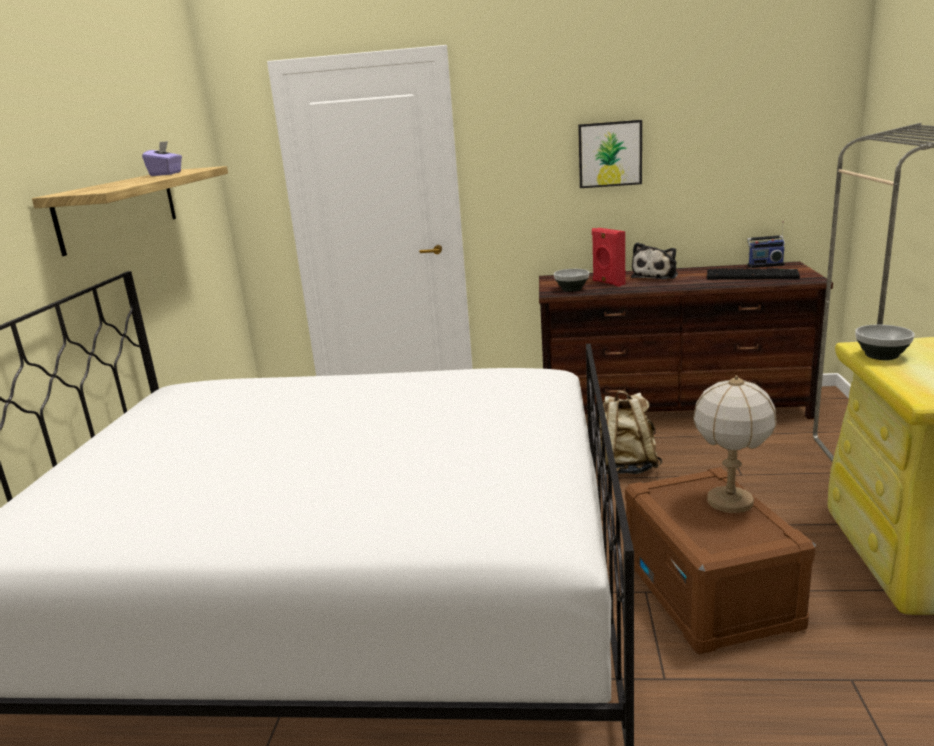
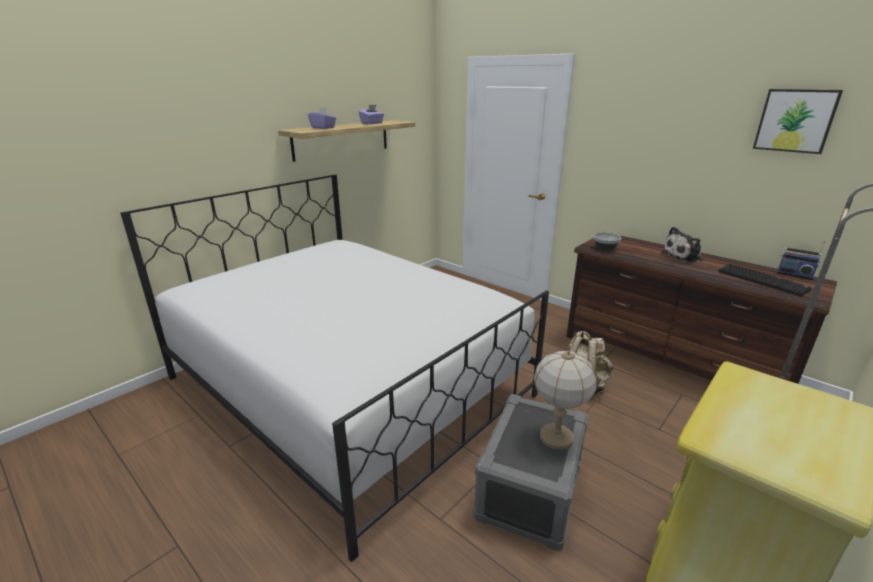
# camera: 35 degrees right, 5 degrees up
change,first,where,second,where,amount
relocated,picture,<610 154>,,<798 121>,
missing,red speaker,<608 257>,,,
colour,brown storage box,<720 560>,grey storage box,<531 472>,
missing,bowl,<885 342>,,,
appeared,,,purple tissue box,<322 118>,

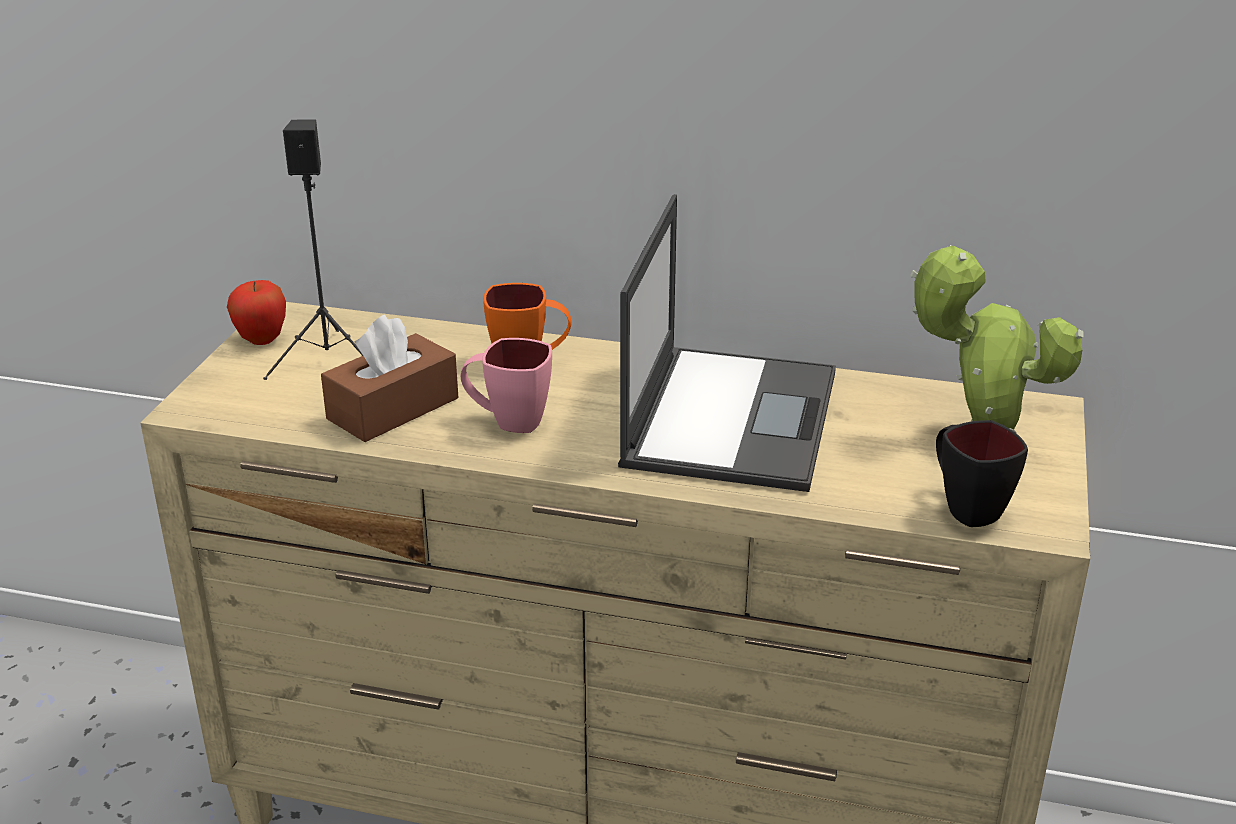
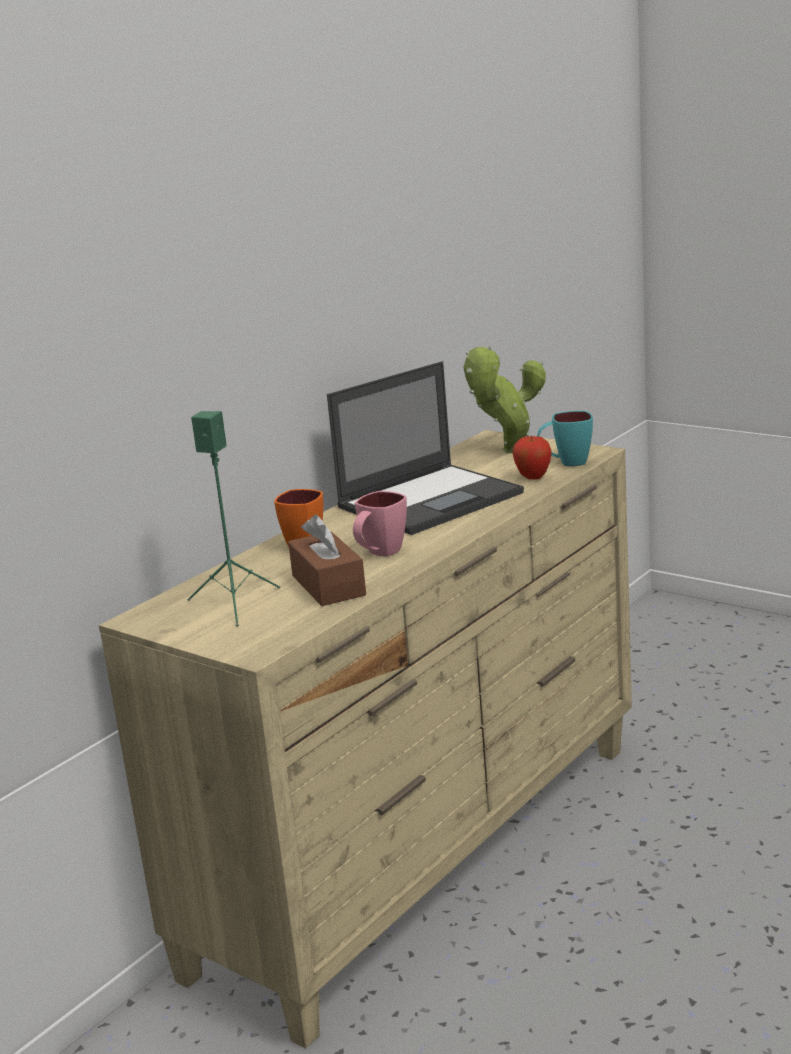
# camera: 65 degrees left, 10 degrees down
change,first,where,second,where,amount
relocated,apple,<256 312>,,<532 457>,
colour,black speaker,<313 249>,green speaker,<233 519>,
spun,laptop,<727 343>,,<425 448>,105 degrees clockwise
colour,black mug,<982 473>,turquoise mug,<565 438>,

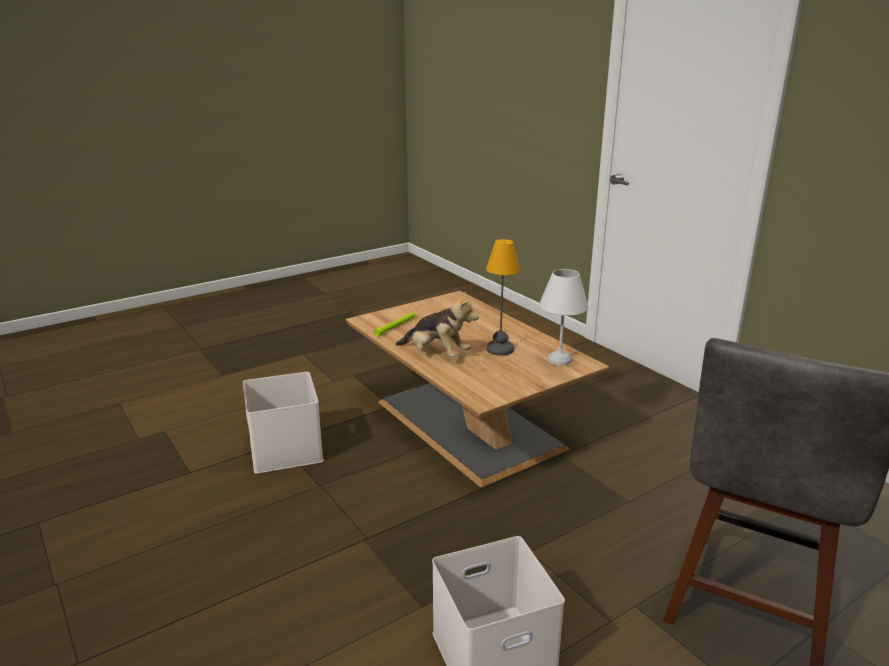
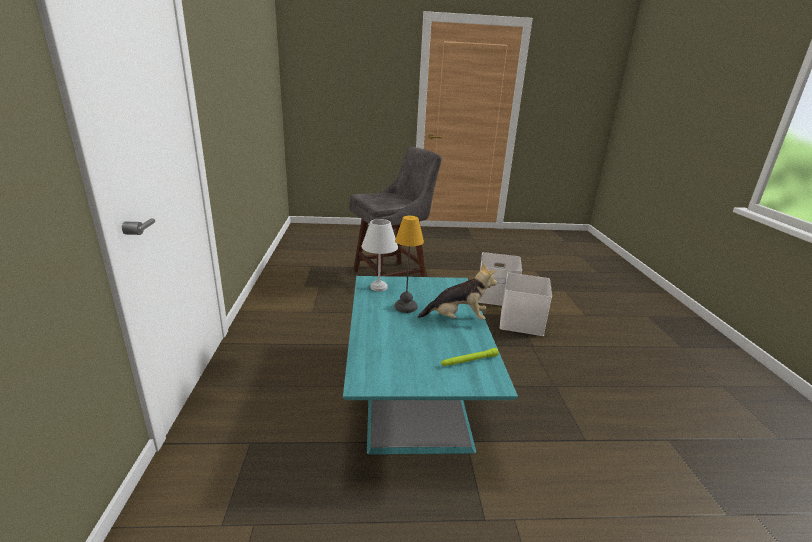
# camera: 150 degrees left, 0 degrees up
change,first,where,second,where,amount
relocated,white storage box,<283 423>,,<526 304>,
colour,brown coffee table,<477 389>,turquoise coffee table,<430 365>,
spun,plush toy,<437 324>,,<457 291>,120 degrees clockwise

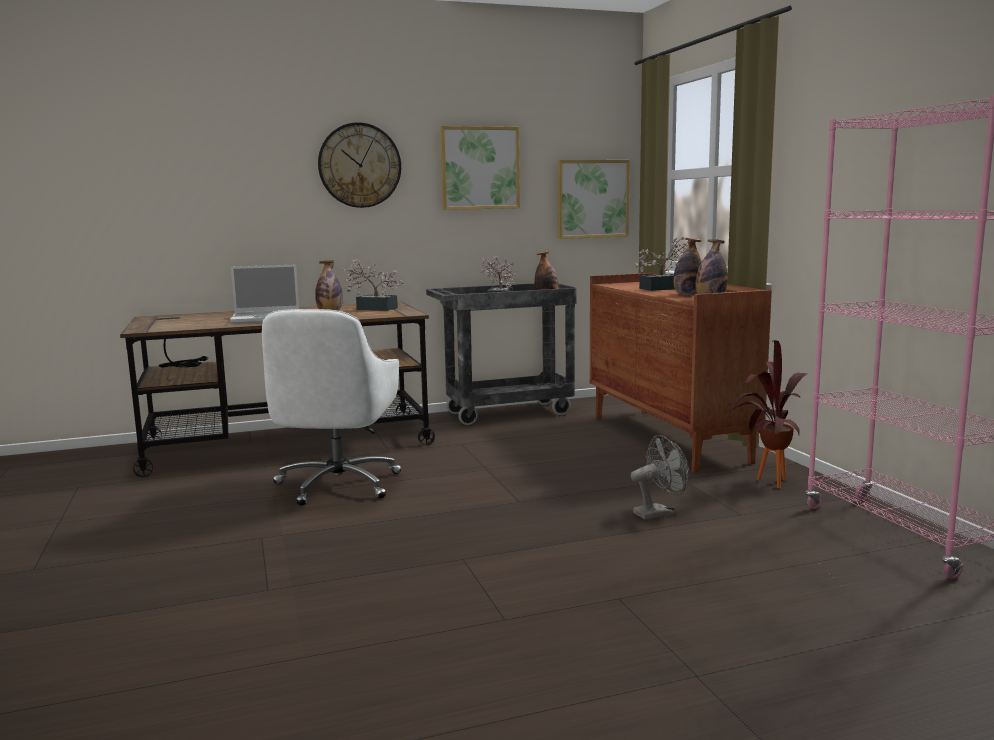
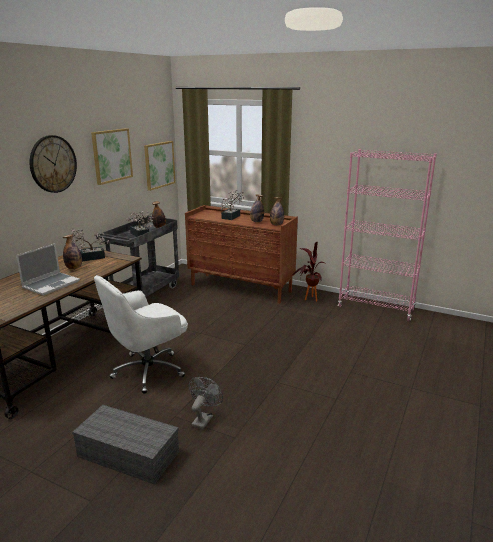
# camera: 45 degrees left, 10 degrees up
change,first,where,second,where,amount
spun,white office chair,<331 407>,,<141 334>,90 degrees clockwise
relocated,grey fan,<660 477>,,<206 403>,
appeared,,,grey storage box,<125 444>,

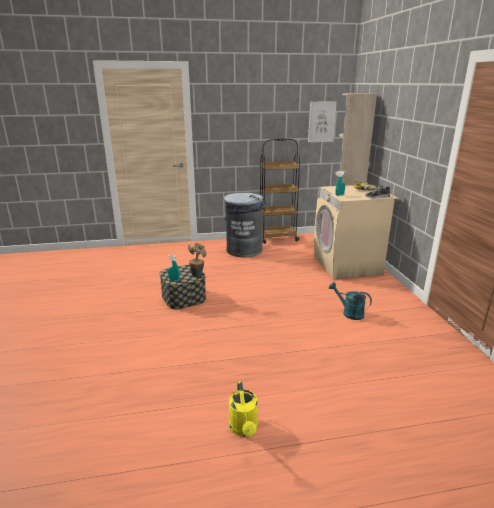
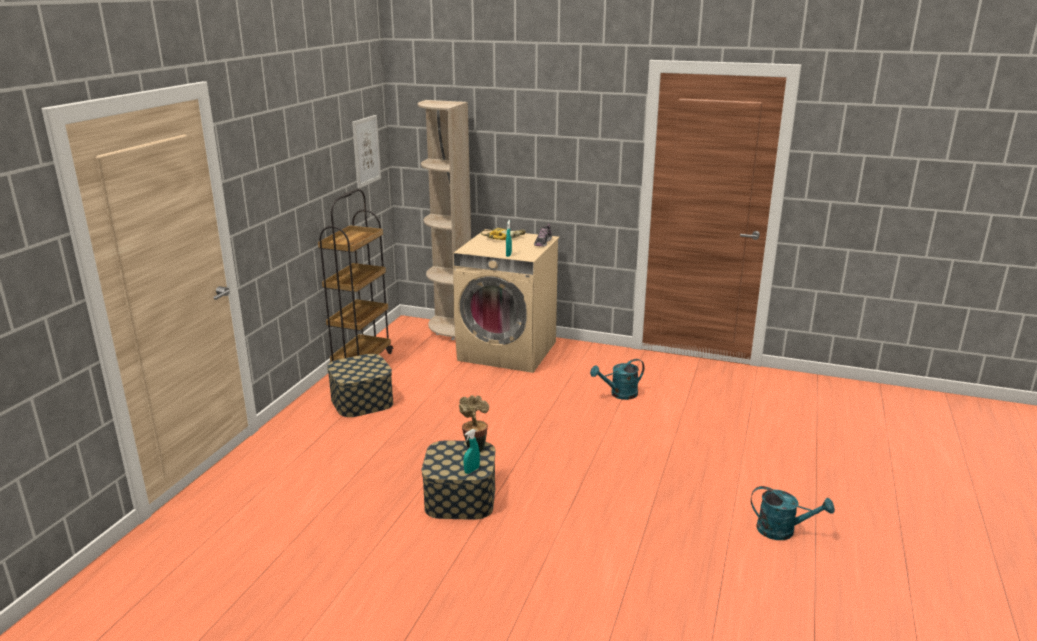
# camera: 60 degrees left, 0 degrees up
change,first,where,second,where,amount
exchanged,grey trash can,<245 225>,storage box,<360 385>,
colour,yellow watering can,<243 409>,turquoise watering can,<793 513>,

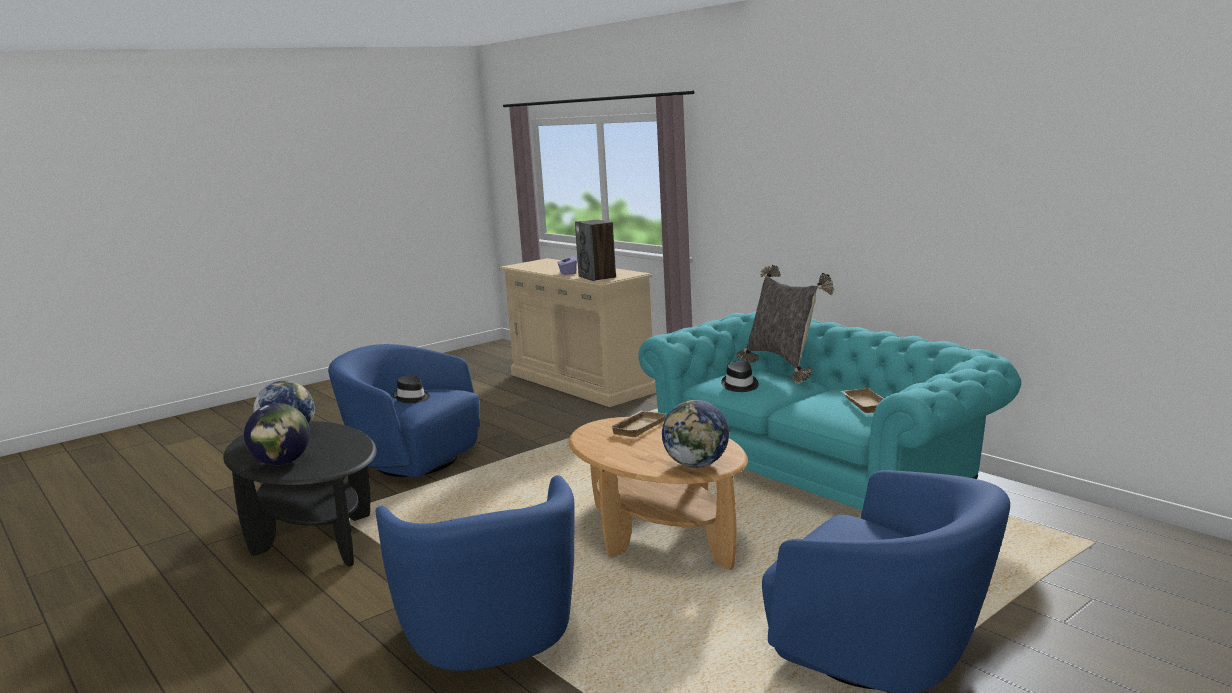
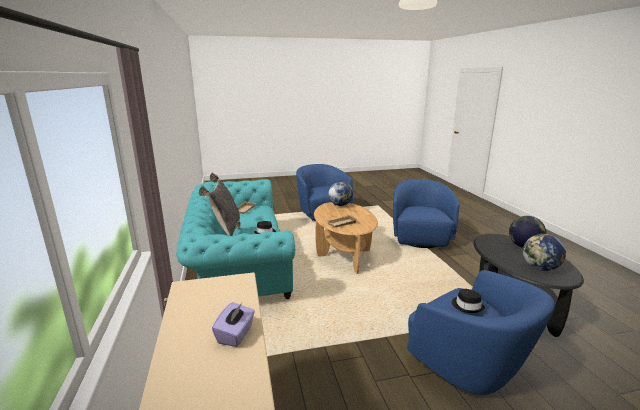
# camera: 155 degrees left, 5 degrees up
change,first,where,second,where,amount
missing,speaker,<595 250>,,,

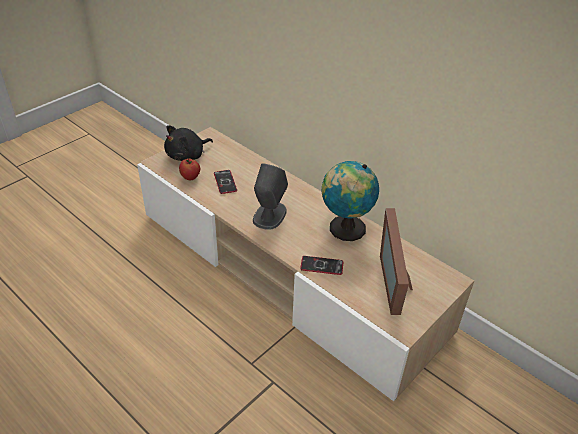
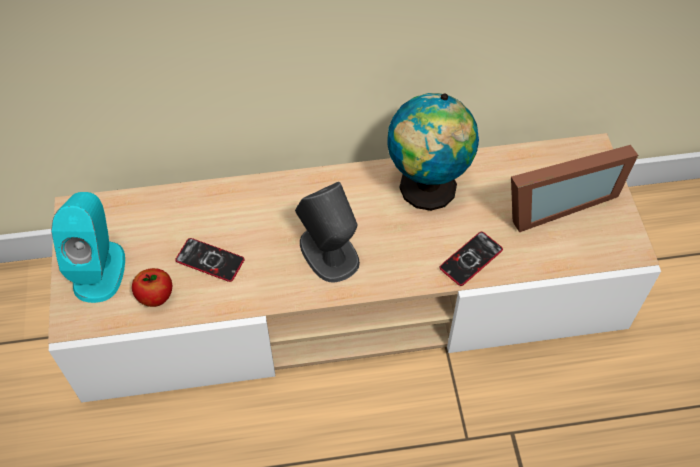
# camera: 50 degrees left, 15 degrees up
change,first,where,second,where,amount
exchanged,black plush toy,<188 143>,turquoise speaker,<88 247>,
spun,picture frame,<396 261>,,<574 188>,60 degrees counterclockwise

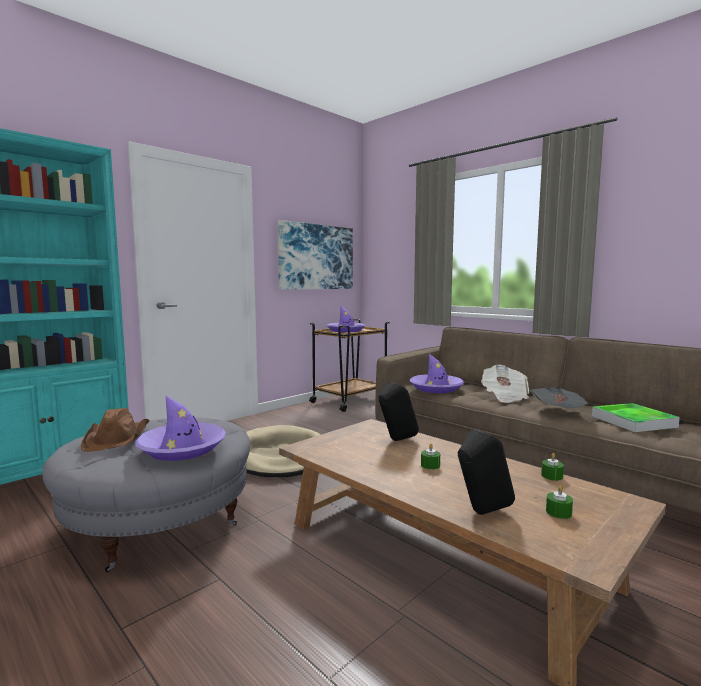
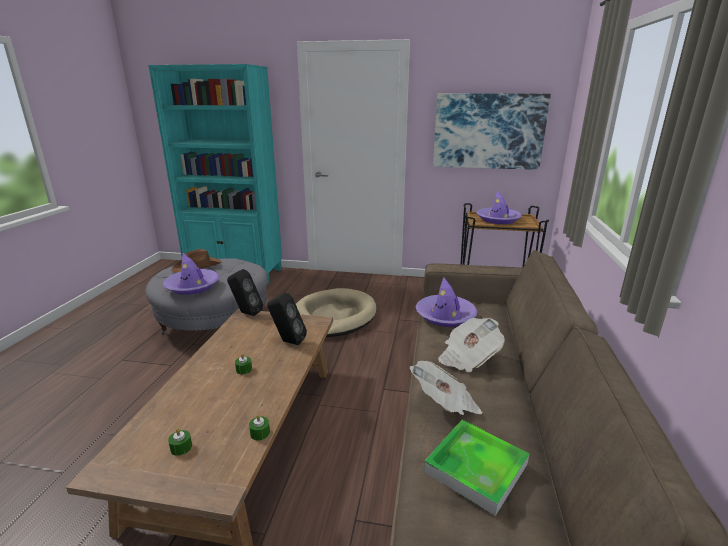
# camera: 55 degrees right, 15 degrees up
change,first,where,second,where,amount
relocated,black speaker,<486 471>,,<245 292>,

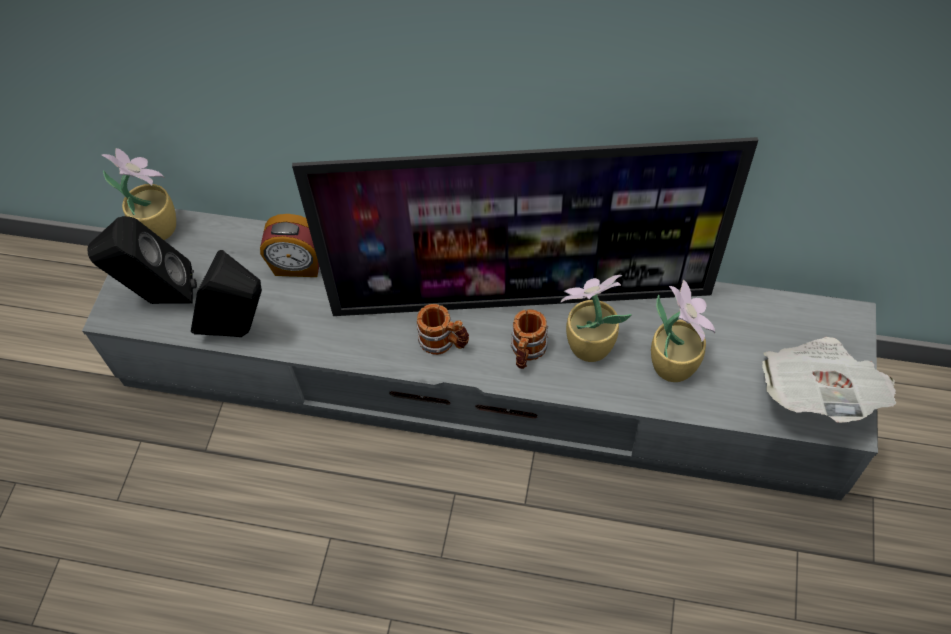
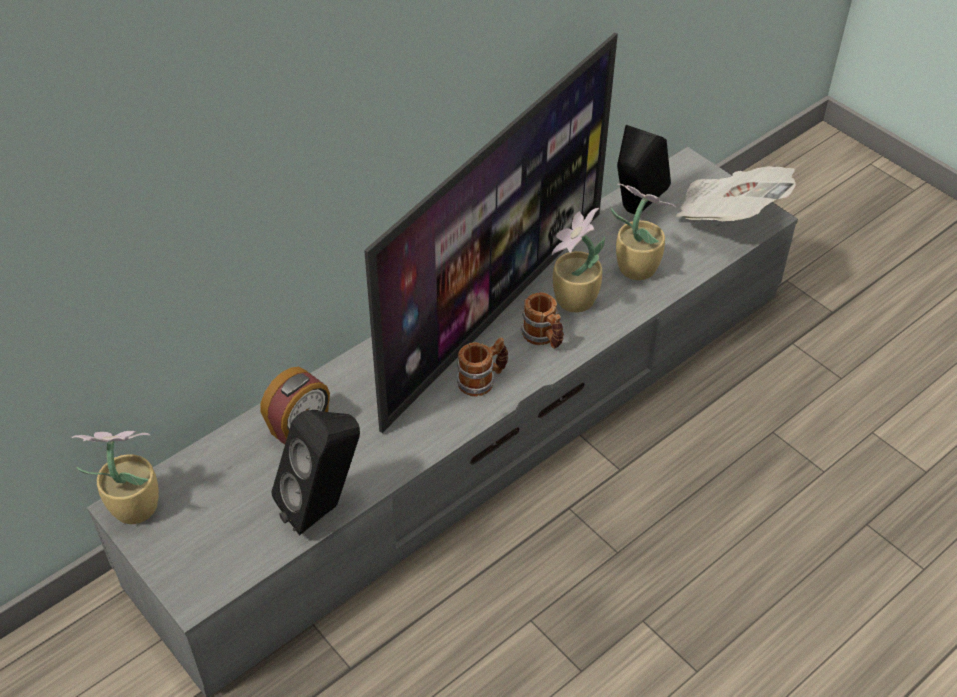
# camera: 55 degrees left, 10 degrees down
change,first,where,second,where,amount
relocated,black speaker,<142 260>,,<644 169>,

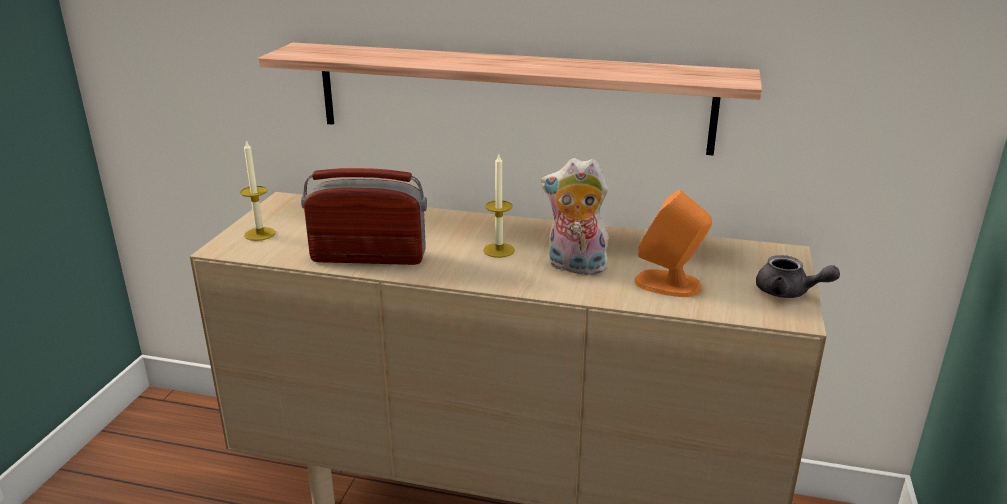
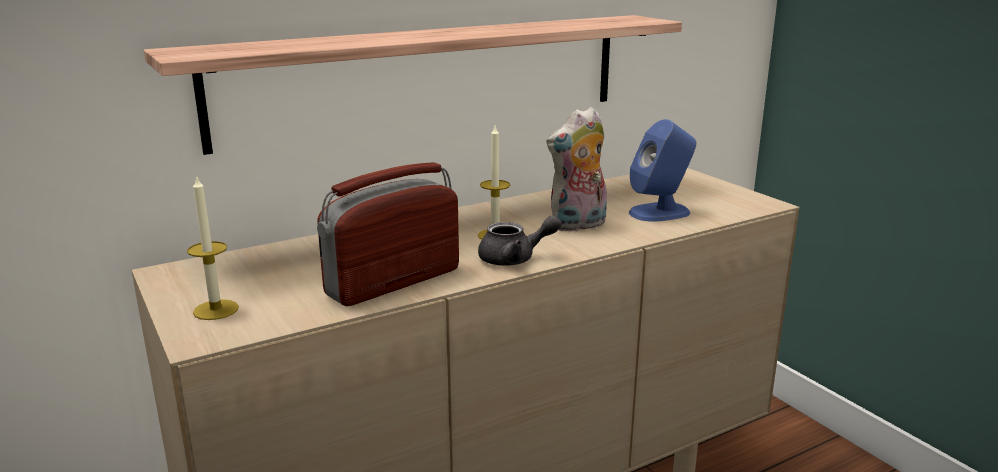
# camera: 45 degrees left, 5 degrees down
change,first,where,second,where,amount
colour,orange speaker,<673 243>,blue speaker,<662 170>,
relocated,grey teapot,<798 276>,,<520 240>,

